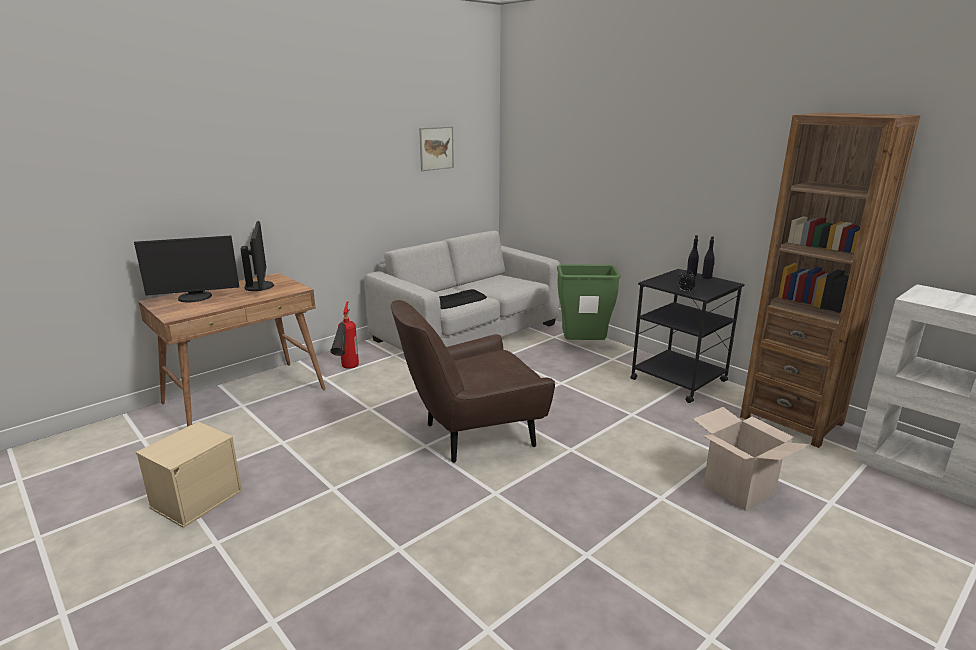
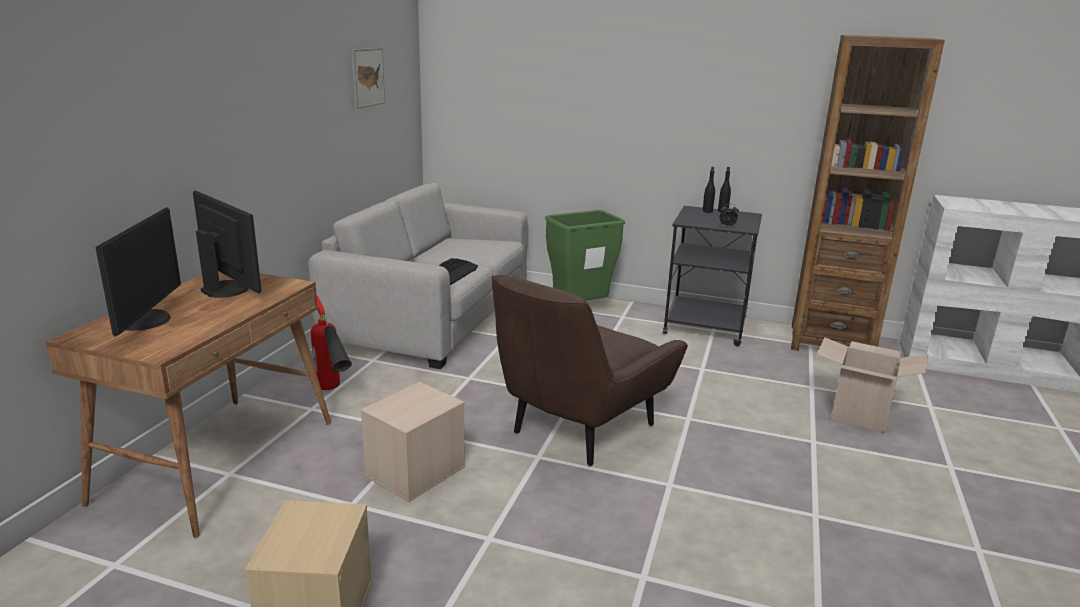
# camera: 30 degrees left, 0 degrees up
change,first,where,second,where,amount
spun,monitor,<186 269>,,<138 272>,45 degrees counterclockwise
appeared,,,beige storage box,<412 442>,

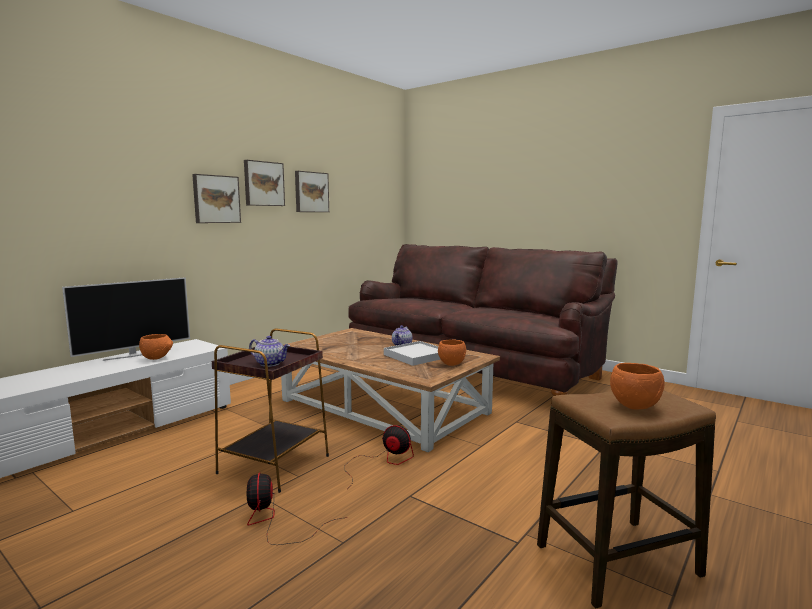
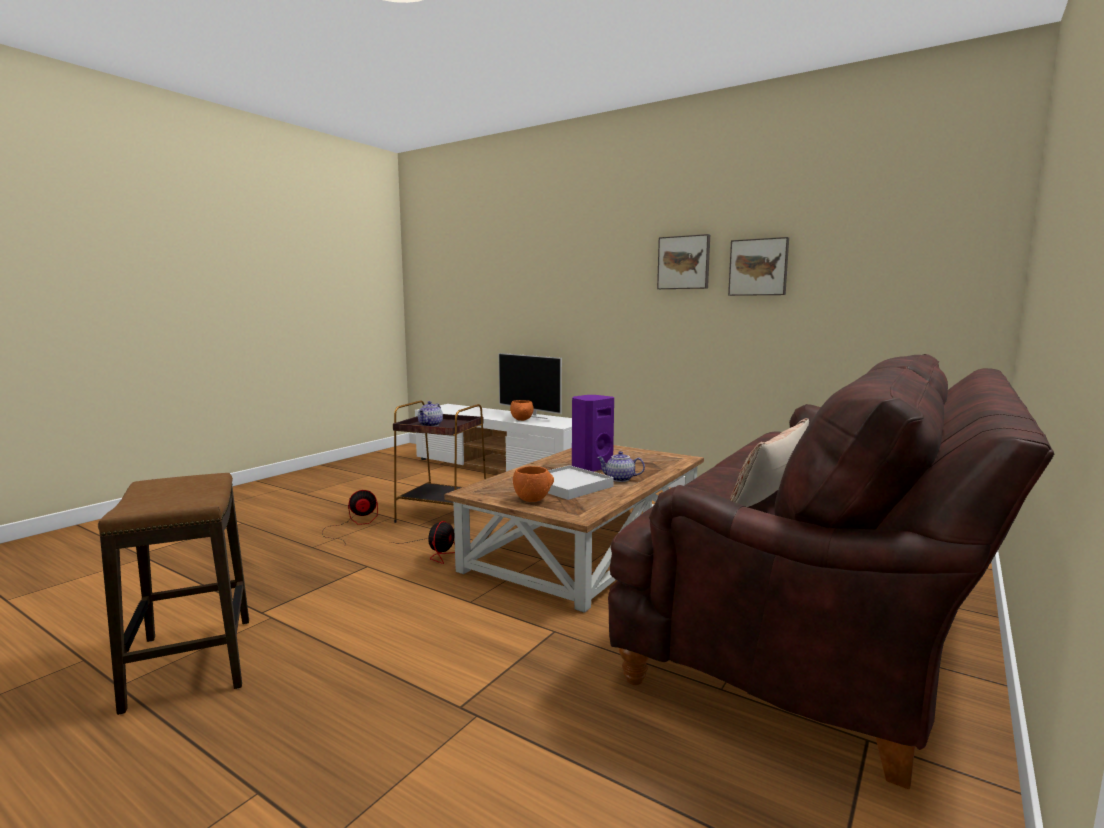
# camera: 85 degrees right, 0 degrees up
change,first,where,second,where,amount
missing,picture,<216 198>,,,
missing,orange bowl,<637 386>,,,
appeared,,,purple speaker,<593 433>,
appeared,,,pillow,<769 462>,

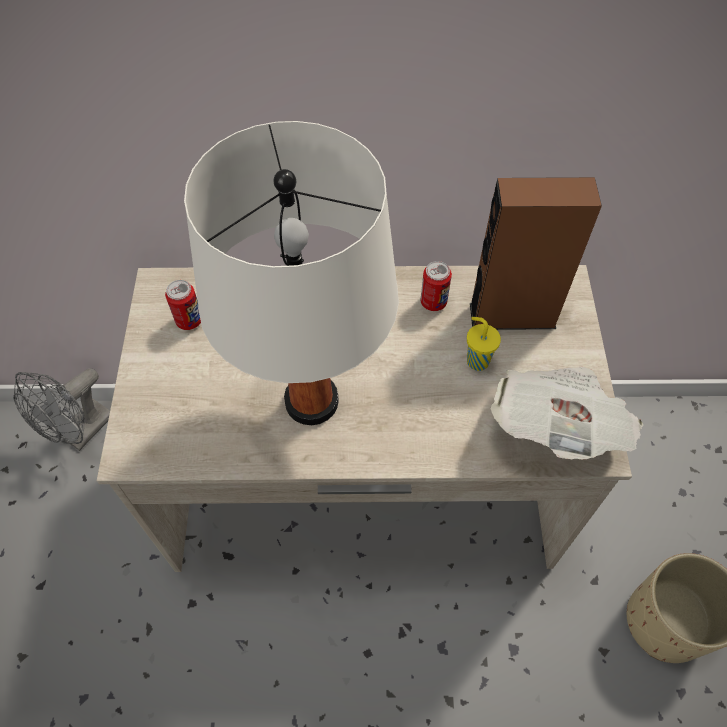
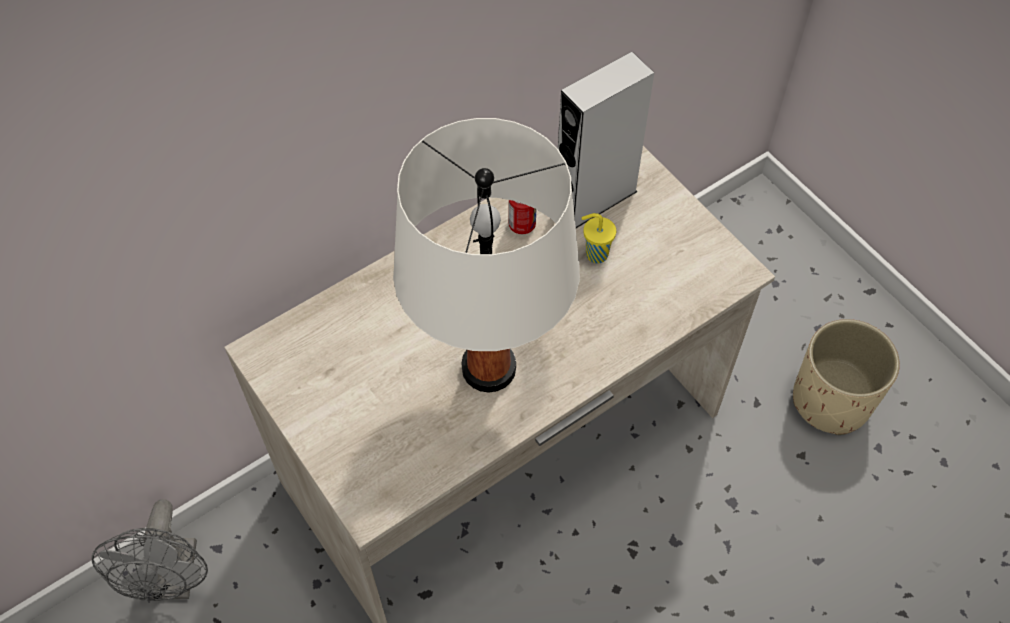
# camera: 35 degrees left, 0 degrees up
change,first,where,second,where,amount
missing,can,<183 305>,,,
colour,brown speaker,<536 253>,grey speaker,<606 140>,
missing,newspaper,<566 412>,,,

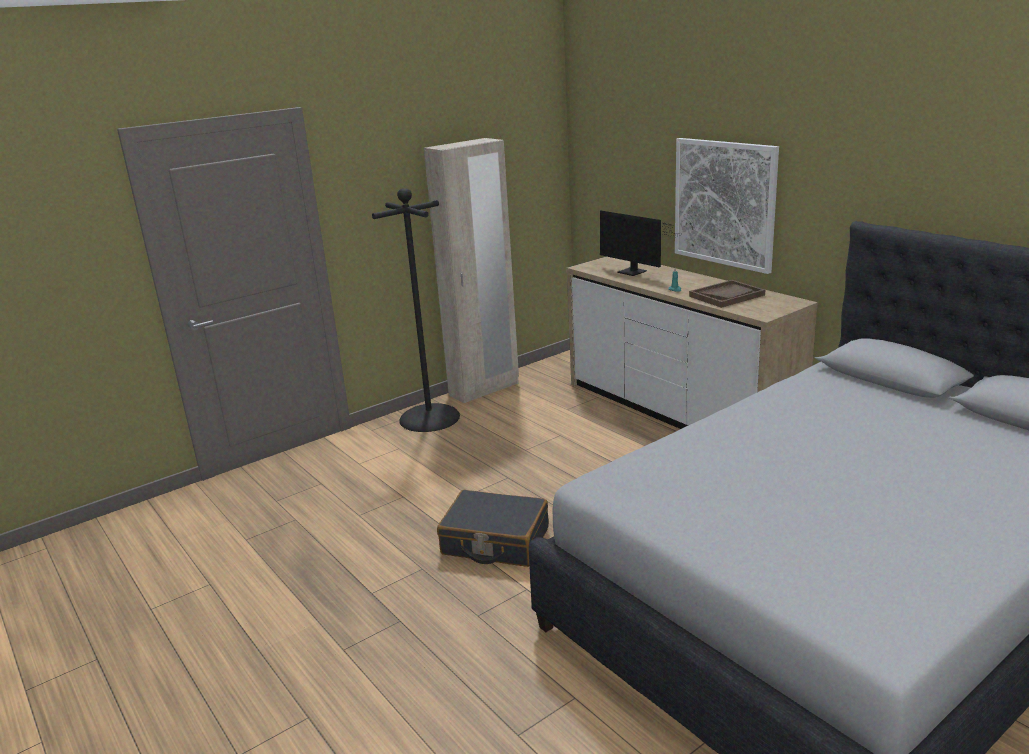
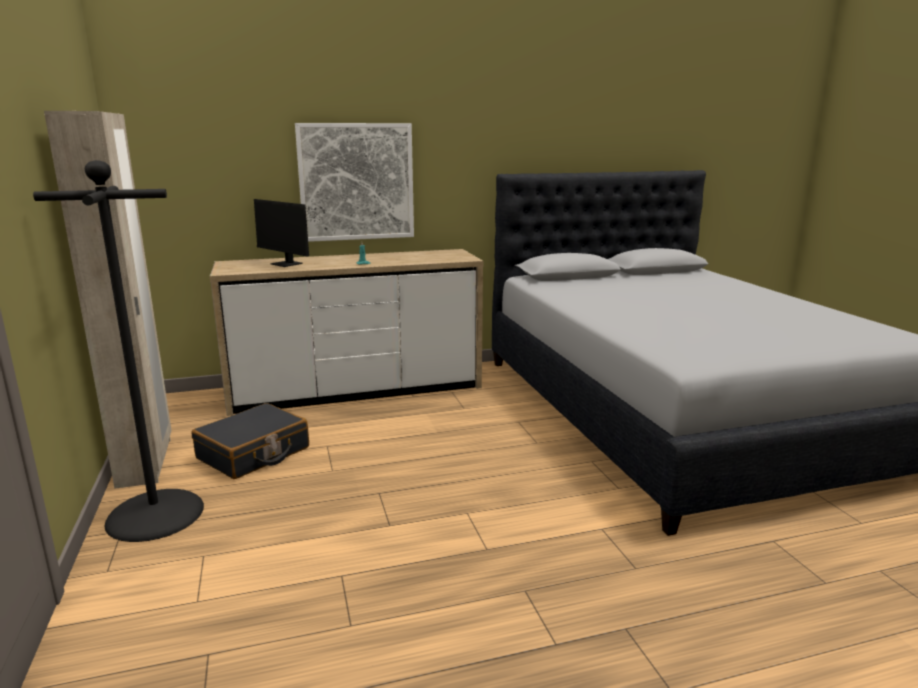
# camera: 70 degrees left, 5 degrees down
change,first,where,second,where,amount
relocated,black suitcase,<493 528>,,<250 441>,
spun,monitor,<641 243>,,<287 233>,60 degrees clockwise
missing,brown tray,<727 294>,,,

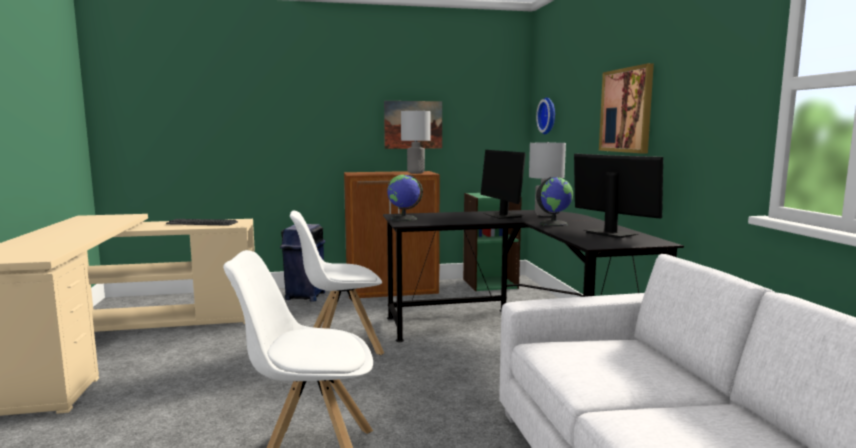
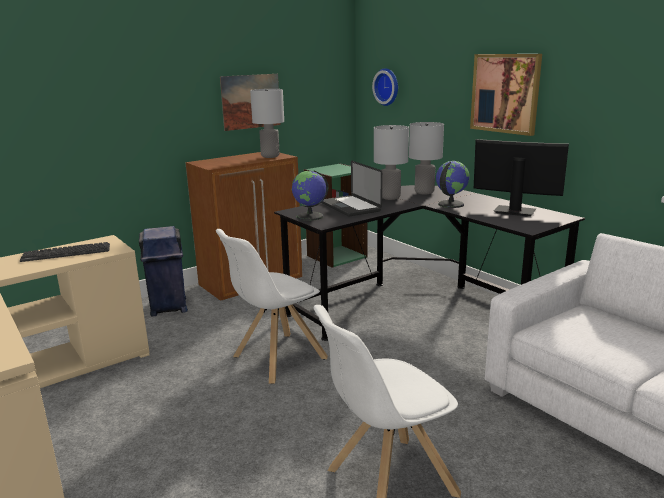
# camera: 25 degrees left, 10 degrees up
change,first,where,second,where,amount
exchanged,monitor,<503 184>,grey table lamp,<391 162>,
appeared,,,laptop,<351 189>,

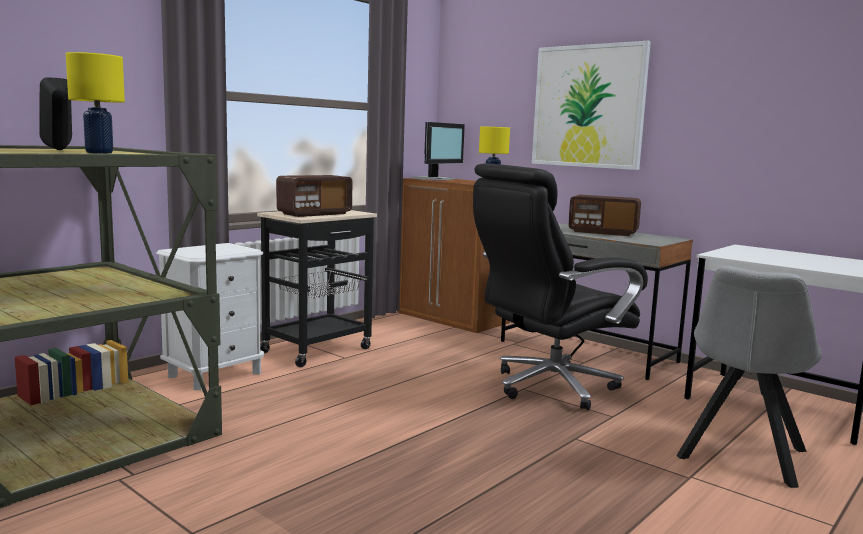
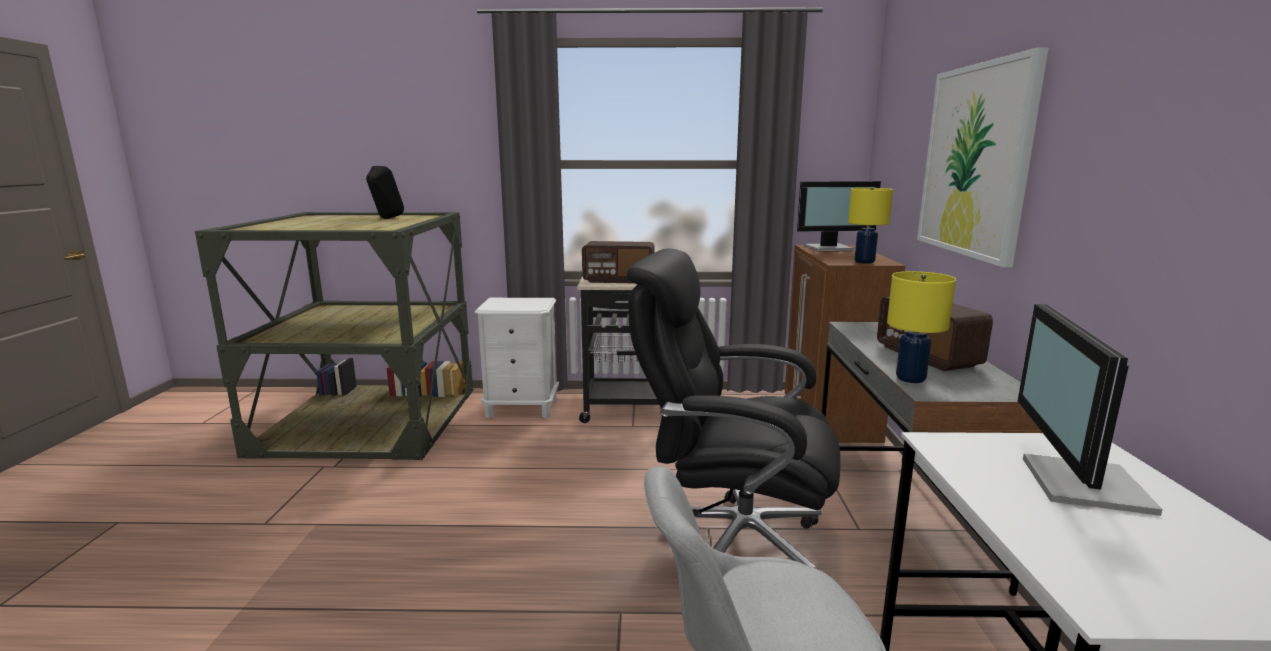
# camera: 50 degrees right, 5 degrees up
change,first,where,second,where,amount
relocated,yellow table lamp,<95 103>,,<921 327>,
appeared,,,monitor,<1090 410>,

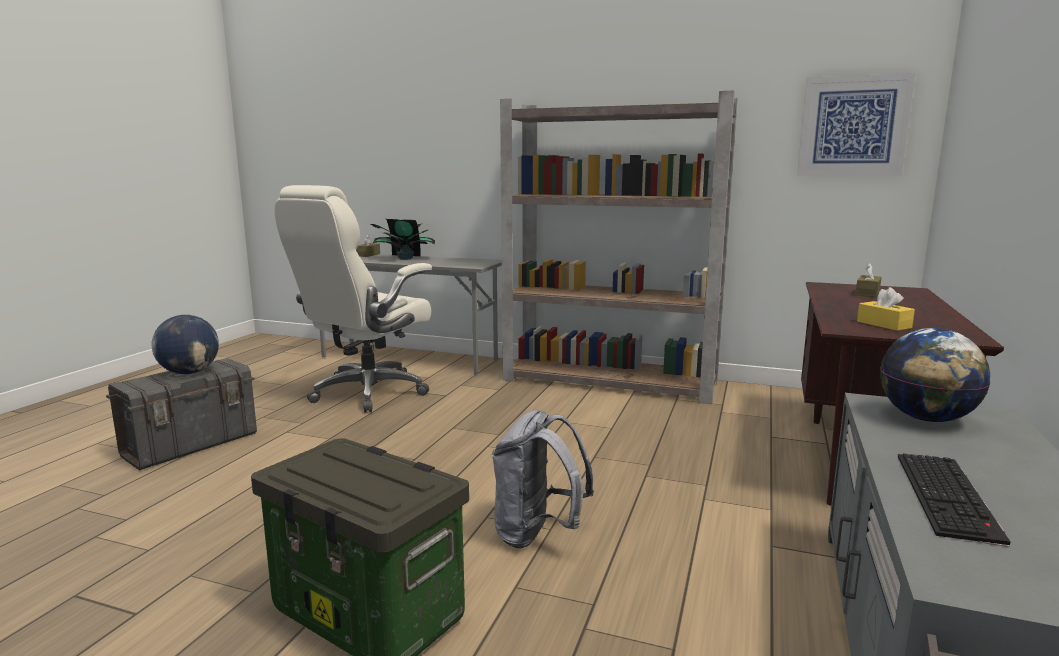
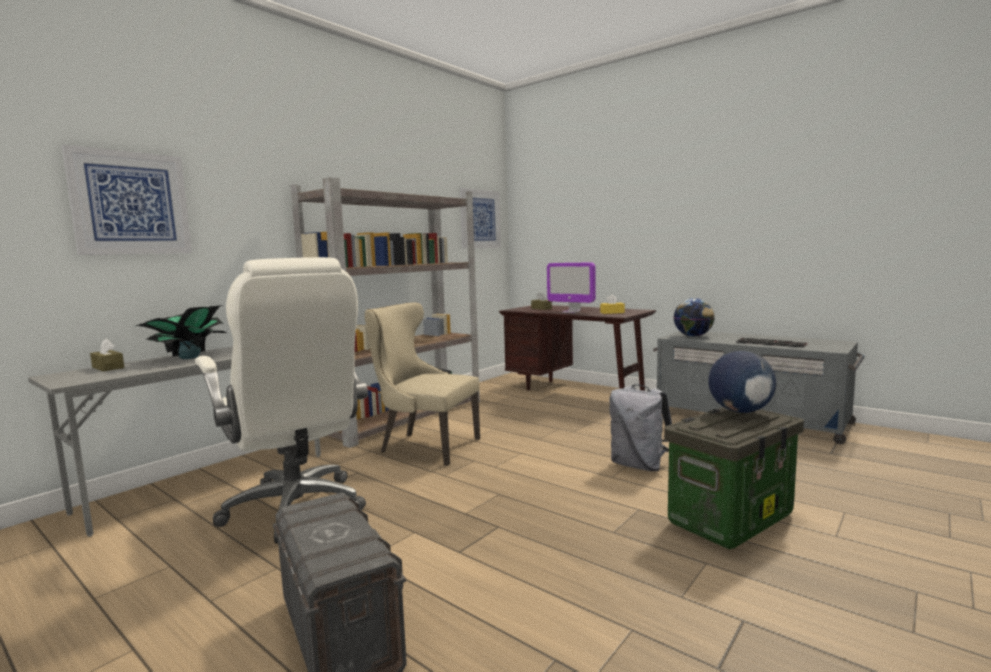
# camera: 70 degrees left, 5 degrees down
change,first,where,second,where,amount
relocated,globe,<185 344>,,<742 382>,
appeared,,,picture,<127 200>,
appeared,,,beige chair,<422 384>,
appeared,,,monitor,<571 288>,

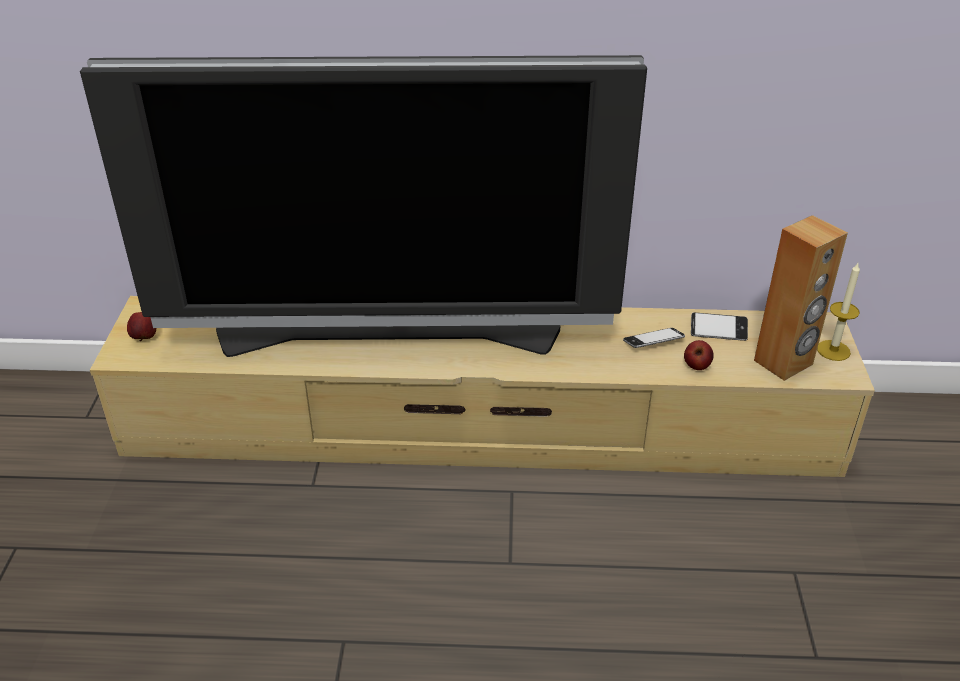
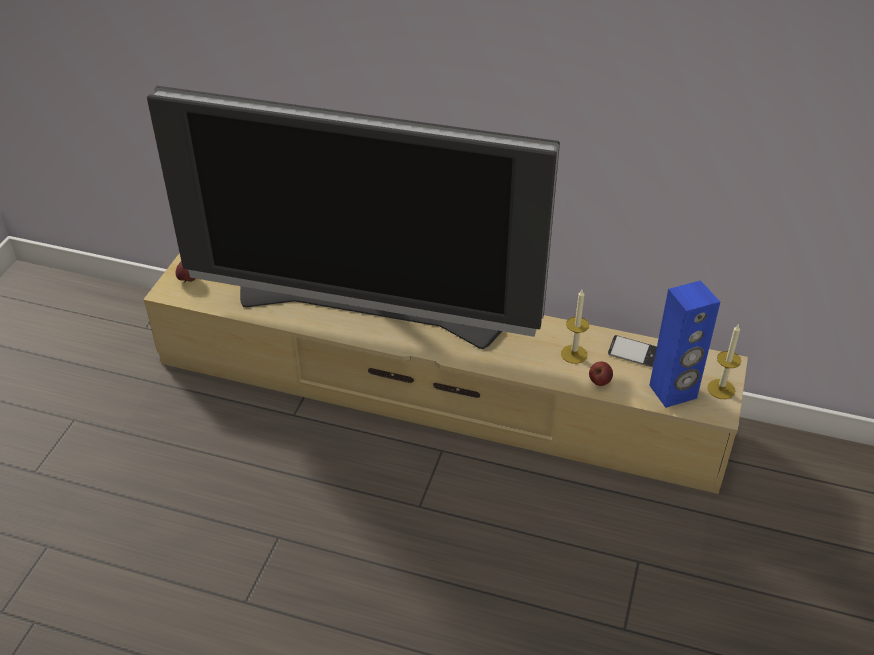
# camera: 15 degrees right, 5 degrees up
change,first,where,second,where,amount
exchanged,phone,<654 338>,candle,<575 327>,
colour,brown speaker,<801 298>,blue speaker,<684 344>,

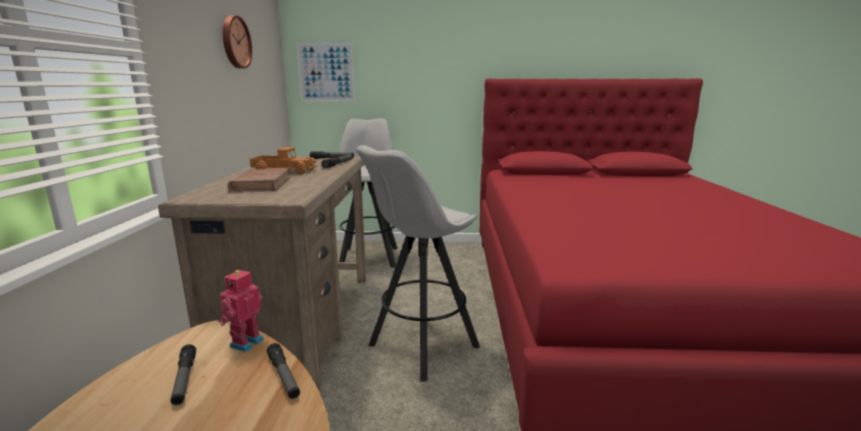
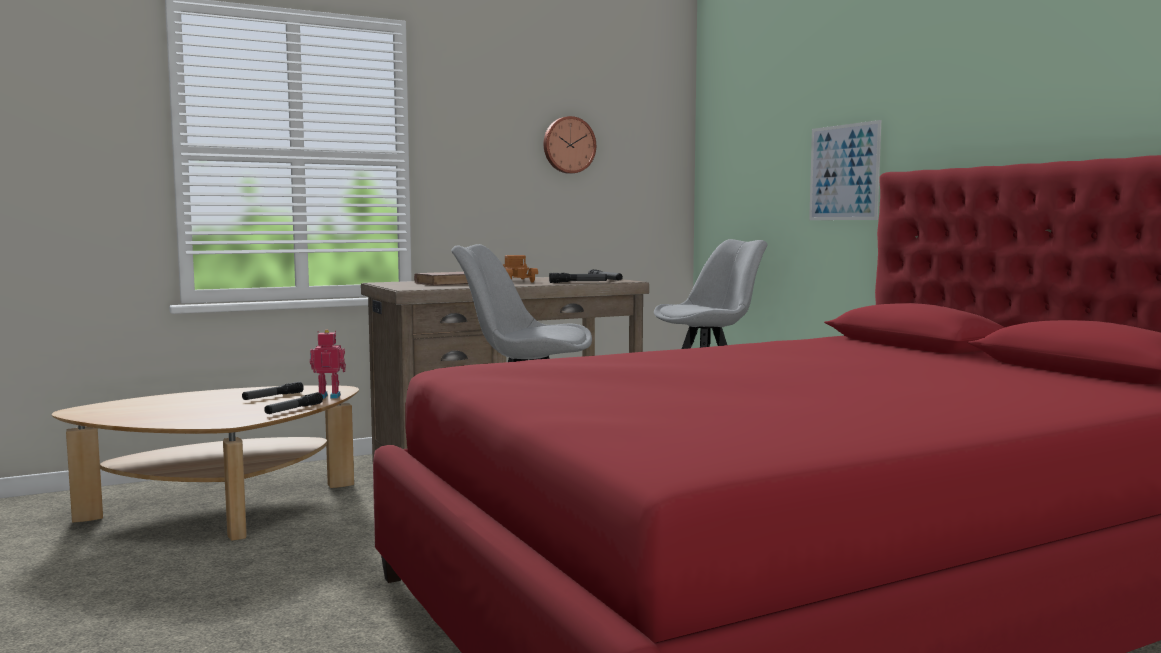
# camera: 60 degrees right, 10 degrees down
change,first,where,second,where,amount
relocated,picture,<326 72>,,<845 170>,

